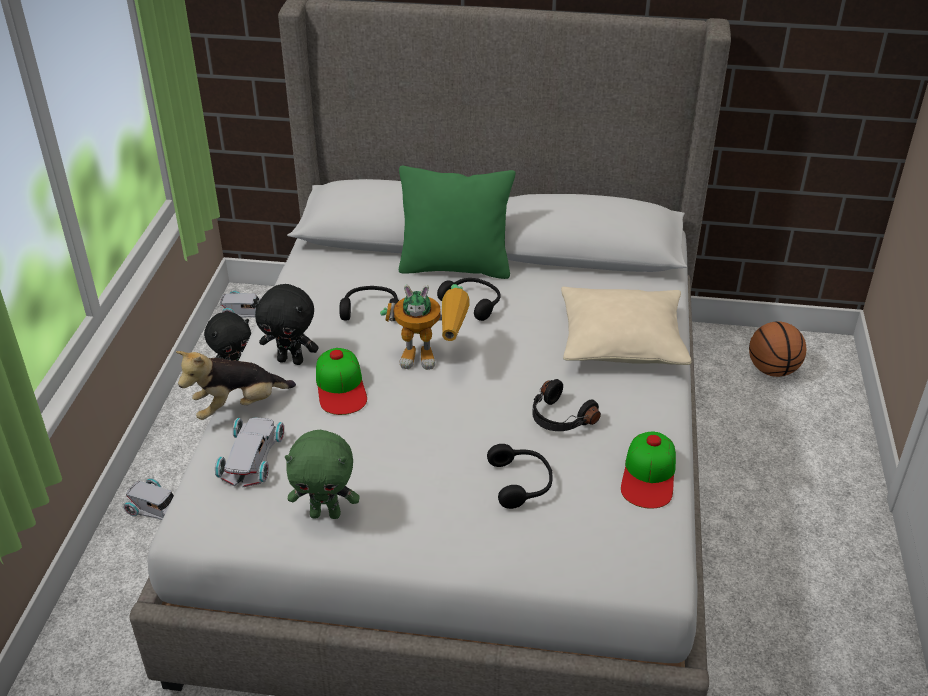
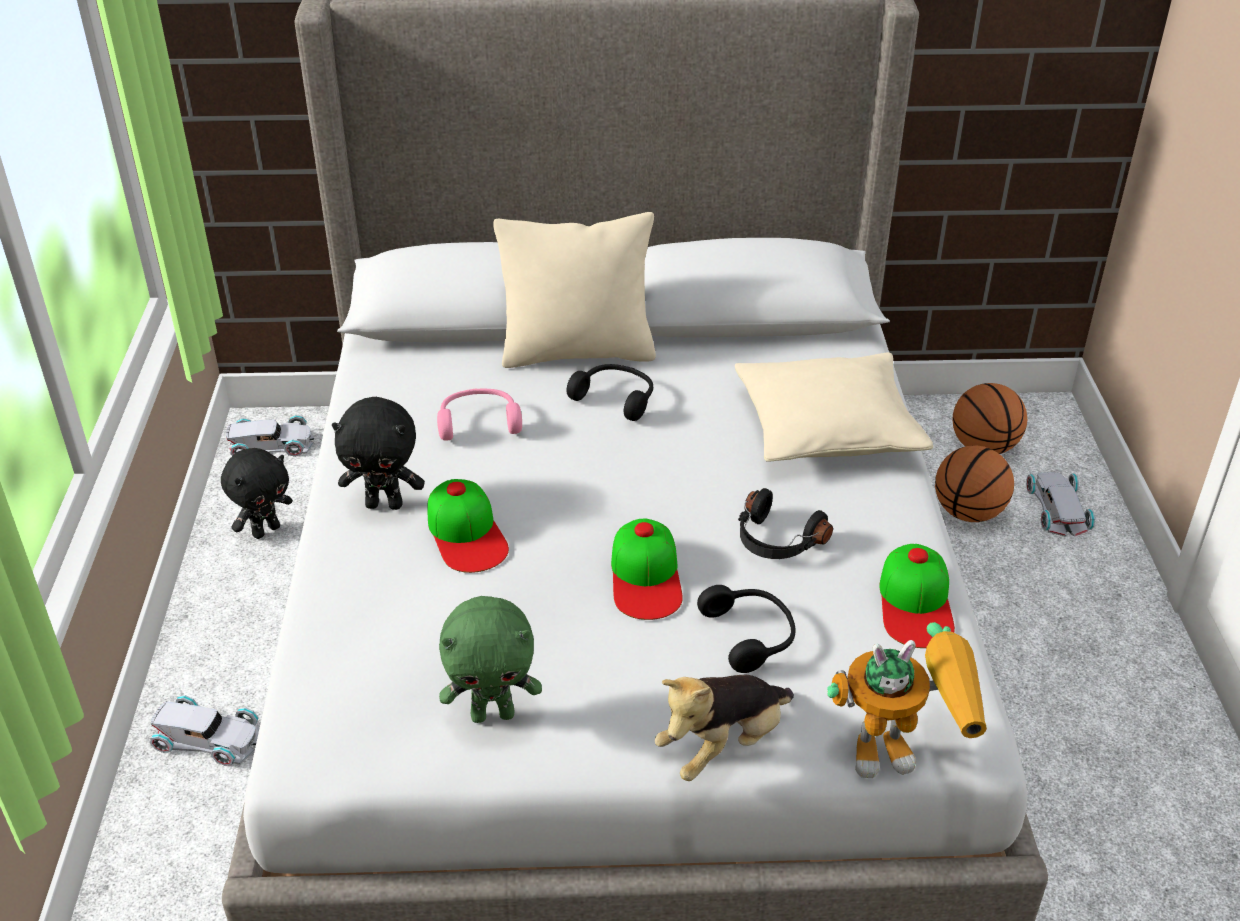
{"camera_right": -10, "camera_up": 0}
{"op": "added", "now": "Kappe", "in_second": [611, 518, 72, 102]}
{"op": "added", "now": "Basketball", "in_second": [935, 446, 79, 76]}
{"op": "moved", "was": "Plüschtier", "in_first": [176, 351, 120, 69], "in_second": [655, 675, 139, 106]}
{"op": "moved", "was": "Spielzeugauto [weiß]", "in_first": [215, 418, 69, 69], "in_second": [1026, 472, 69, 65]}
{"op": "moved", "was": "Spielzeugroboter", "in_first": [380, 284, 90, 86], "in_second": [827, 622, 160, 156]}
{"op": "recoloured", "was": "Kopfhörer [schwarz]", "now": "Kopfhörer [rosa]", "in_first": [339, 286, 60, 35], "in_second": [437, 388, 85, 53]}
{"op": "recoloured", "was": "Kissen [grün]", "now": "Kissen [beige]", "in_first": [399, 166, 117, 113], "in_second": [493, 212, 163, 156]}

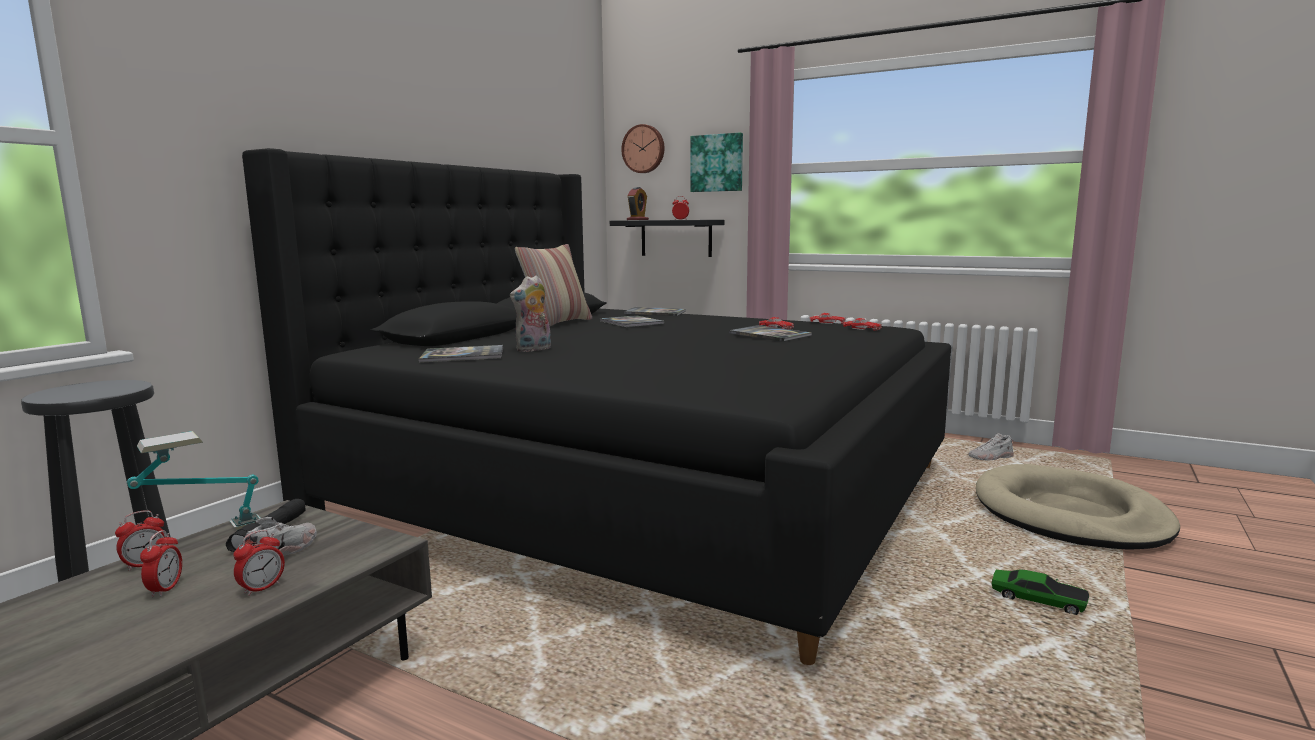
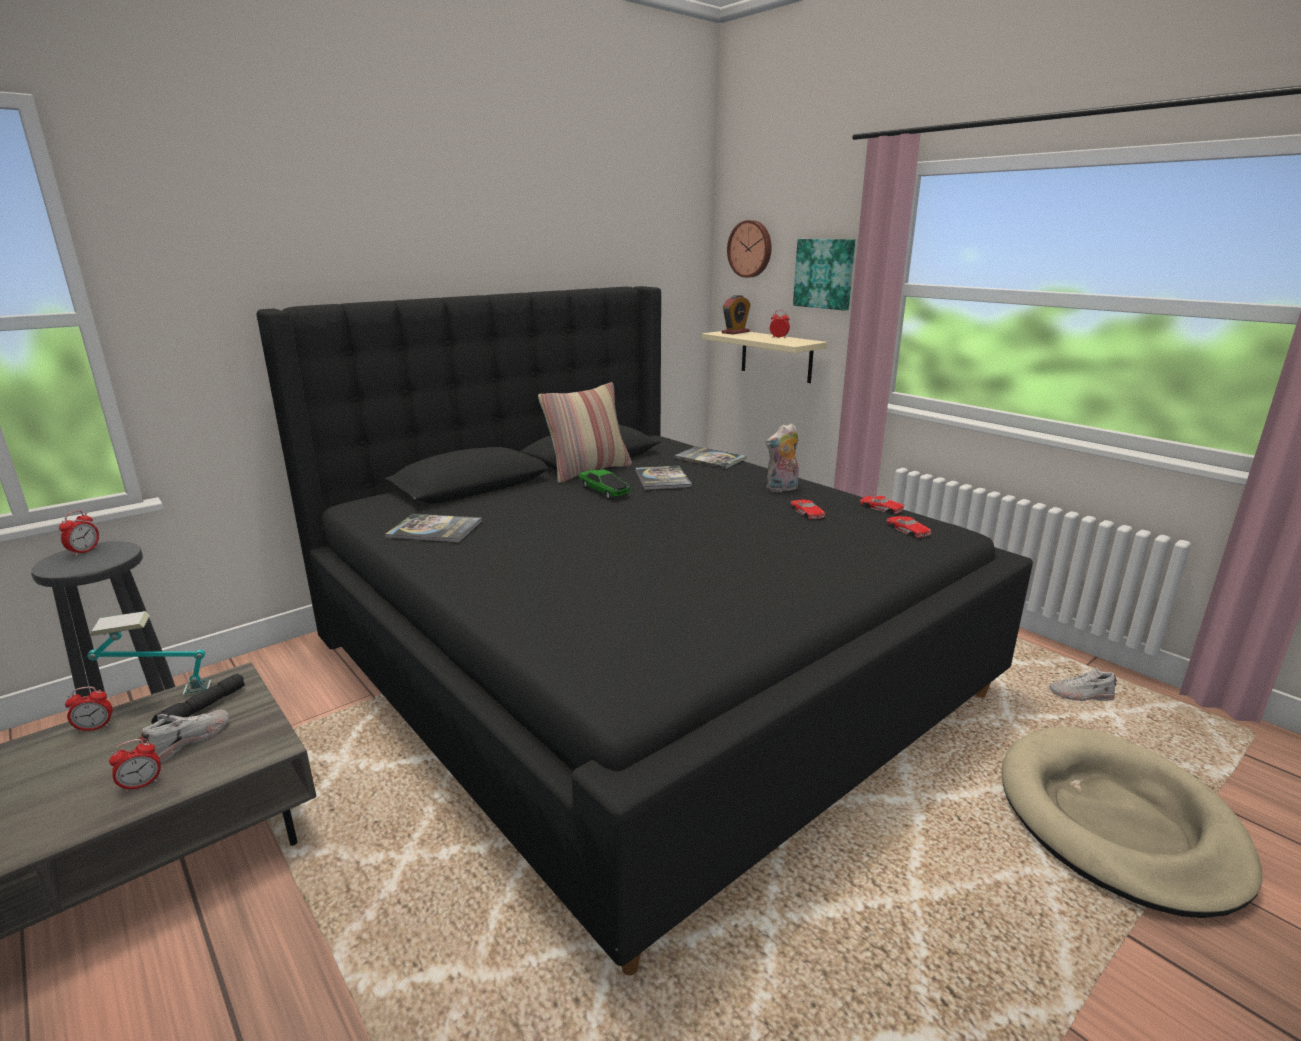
{"camera_right": 20, "camera_up": 10}
{"op": "removed", "was": "Buch", "in_first": [729, 325, 83, 17]}
{"op": "moved", "was": "Wecker", "in_first": [140, 530, 42, 67], "in_second": [59, 510, 40, 46]}
{"op": "moved", "was": "Plüschtier", "in_first": [510, 275, 41, 77], "in_second": [766, 423, 33, 69]}
{"op": "moved", "was": "Spielzeugauto", "in_first": [991, 569, 98, 46], "in_second": [579, 469, 51, 30]}
{"op": "recoloured", "was": "Wandregal [schwarz]", "now": "Wandregal [beige]", "in_first": [610, 220, 115, 37], "in_second": [702, 331, 125, 52]}

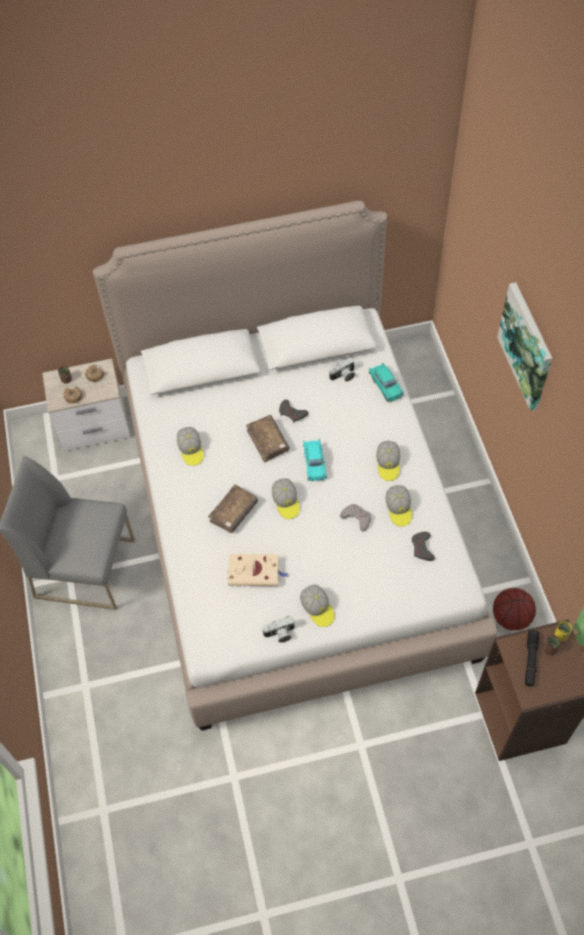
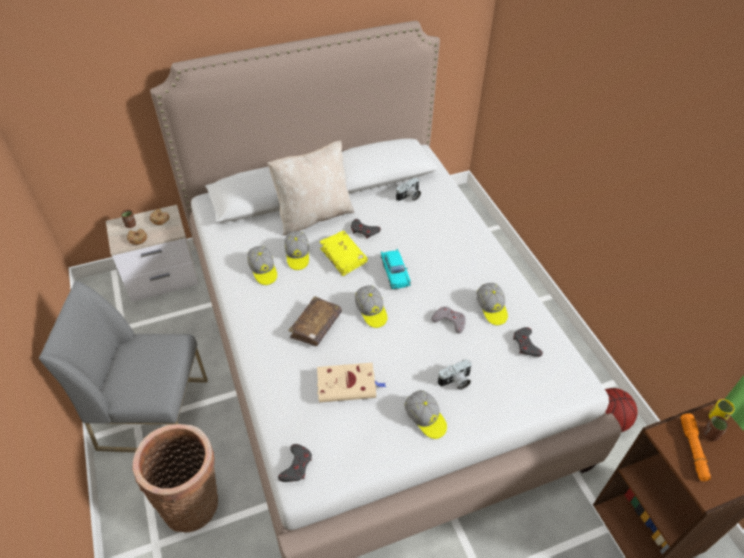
{"camera_right": -10, "camera_up": -10}
{"op": "removed", "was": "Spielzeugauto [türkis]", "in_first": [369, 362, 35, 40]}
{"op": "removed", "was": "Bild", "in_first": [497, 282, 55, 129]}
{"op": "added", "now": "Korb", "in_second": [132, 424, 86, 109]}
{"op": "added", "now": "Kissen [beige]", "in_second": [267, 141, 87, 94]}
{"op": "added", "now": "Gamepad [grau]", "in_second": [278, 444, 34, 38]}
{"op": "moved", "was": "Kamera", "in_first": [263, 616, 32, 27], "in_second": [438, 359, 34, 31]}
{"op": "moved", "was": "Kappe", "in_first": [376, 441, 24, 40], "in_second": [285, 231, 24, 39]}
{"op": "recoloured", "was": "Buch [braun]", "now": "Buch [gelb]", "in_first": [246, 415, 43, 48], "in_second": [320, 231, 48, 45]}
{"op": "recoloured", "was": "Taschenlampe [schwarz]", "now": "Taschenlampe [orange]", "in_first": [525, 630, 14, 57], "in_second": [681, 413, 30, 68]}

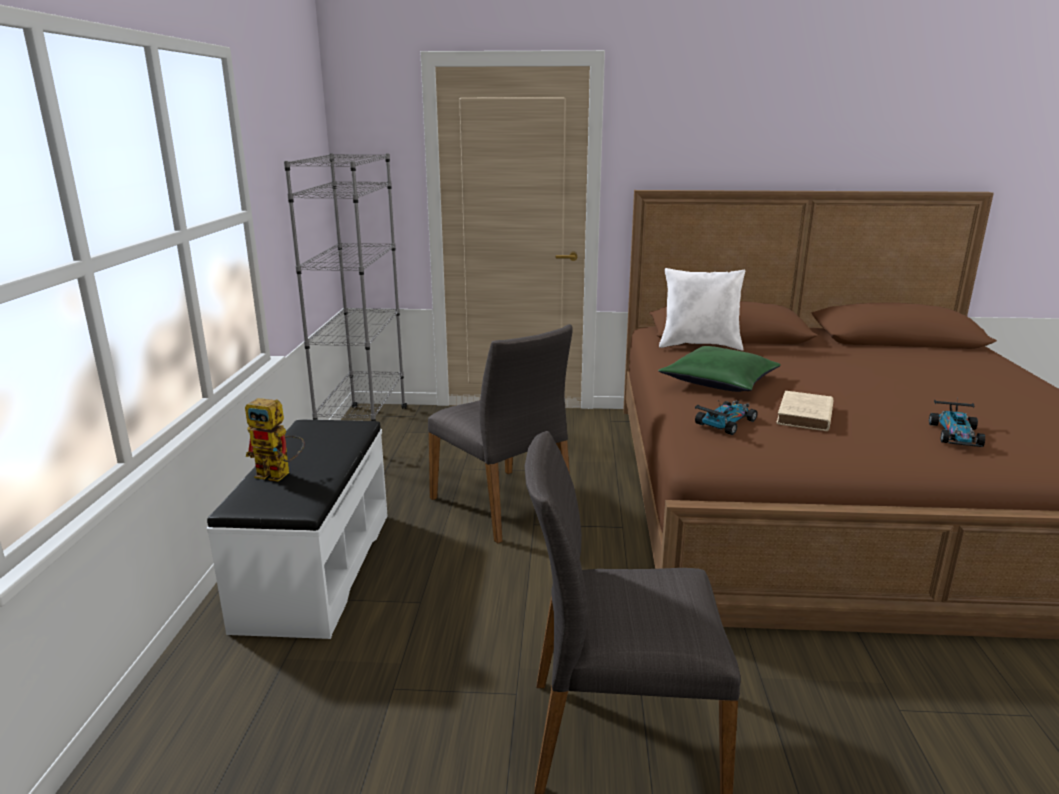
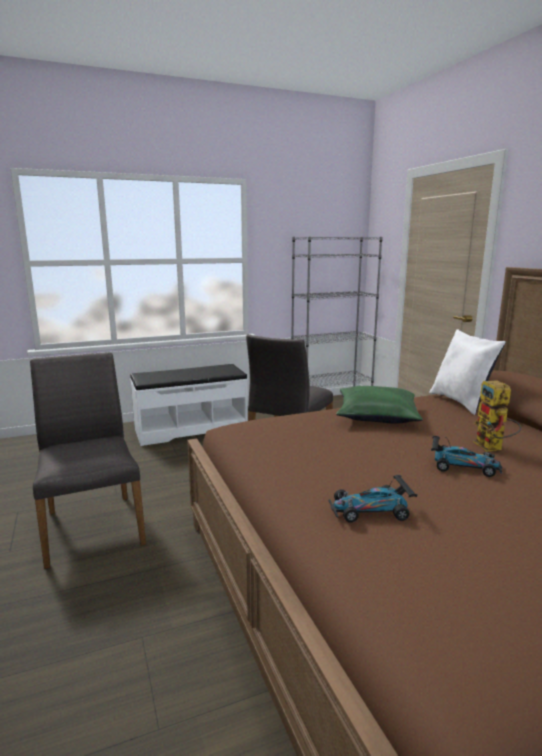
{"camera_right": 65, "camera_up": -5}
{"op": "removed", "was": "Buch [beige]", "in_first": [776, 391, 57, 40]}
{"op": "moved", "was": "Spielzeugroboter", "in_first": [245, 398, 60, 84], "in_second": [473, 380, 49, 72]}
{"op": "moved", "was": "Spielzeugauto", "in_first": [695, 400, 62, 35], "in_second": [431, 436, 71, 41]}

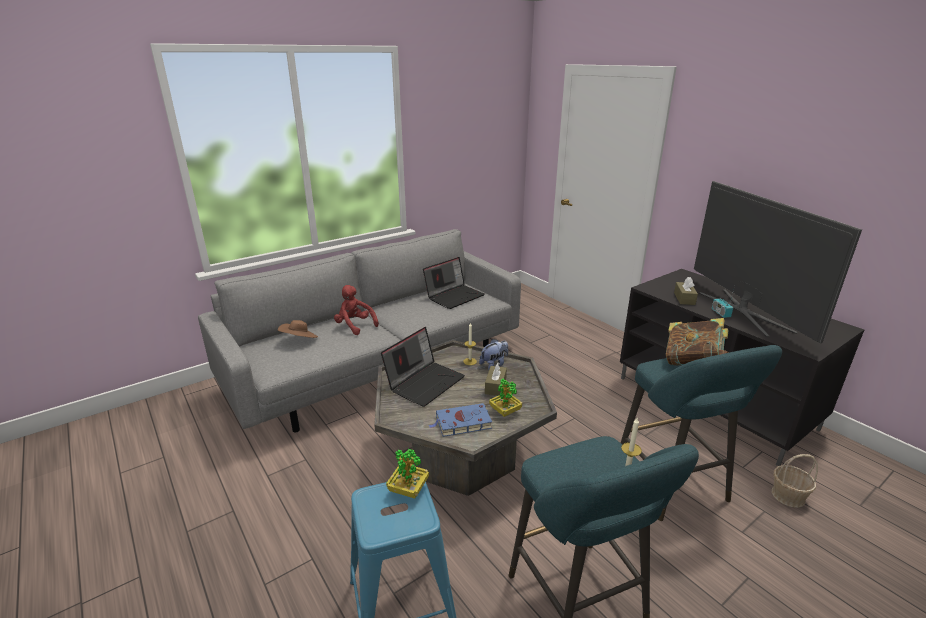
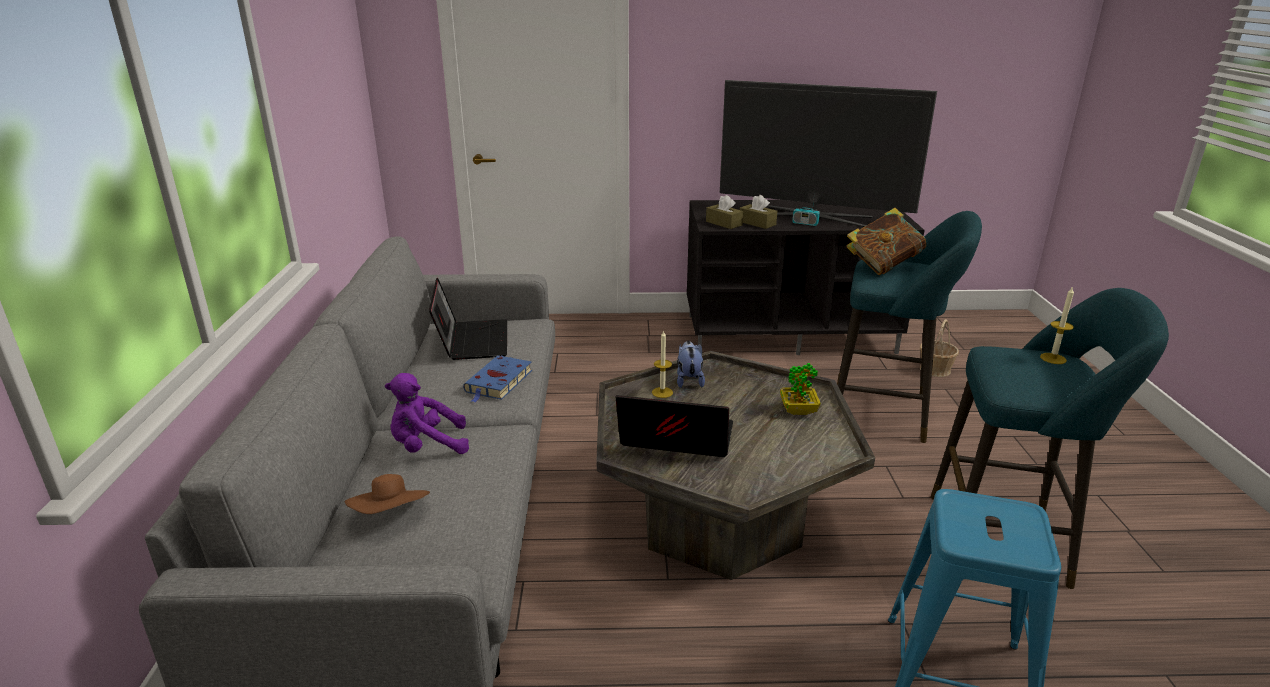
{"camera_right": -55, "camera_up": 0}
{"op": "removed", "was": "Topfpflanze", "in_first": [386, 449, 43, 50]}
{"op": "moved", "was": "Buch [blau]", "in_first": [429, 403, 63, 34], "in_second": [463, 355, 69, 48]}
{"op": "moved", "was": "Taschentuchbox [braun]", "in_first": [485, 363, 22, 33], "in_second": [706, 195, 37, 34]}
{"op": "recoloured", "was": "Plüschtier [rot]", "now": "Plüschtier [lila]", "in_first": [334, 285, 45, 50], "in_second": [385, 373, 84, 81]}
{"op": "turned", "was": "Laptop", "in_first": [381, 327, 84, 80], "in_second": [615, 395, 118, 62], "clockwise": -60}

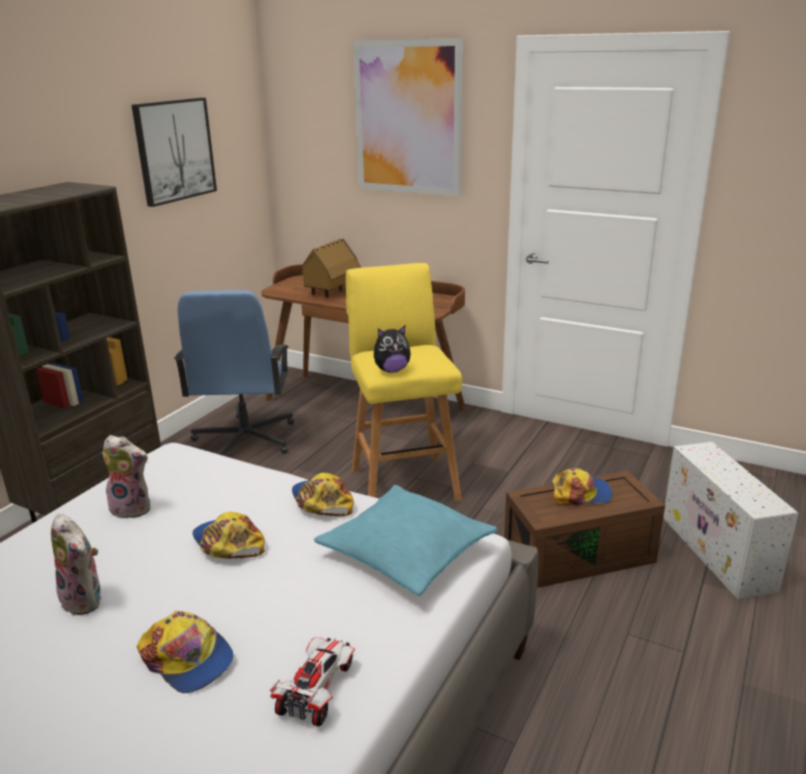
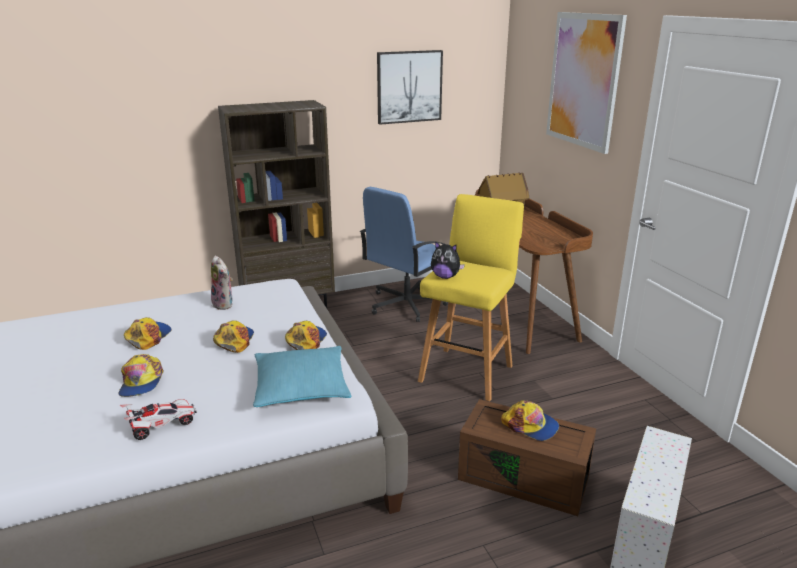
{"camera_right": 40, "camera_up": 0}
{"op": "replaced", "was": "Plüschtier", "now": "Kappe", "in_first": [51, 513, 50, 103], "in_second": [124, 317, 48, 33]}

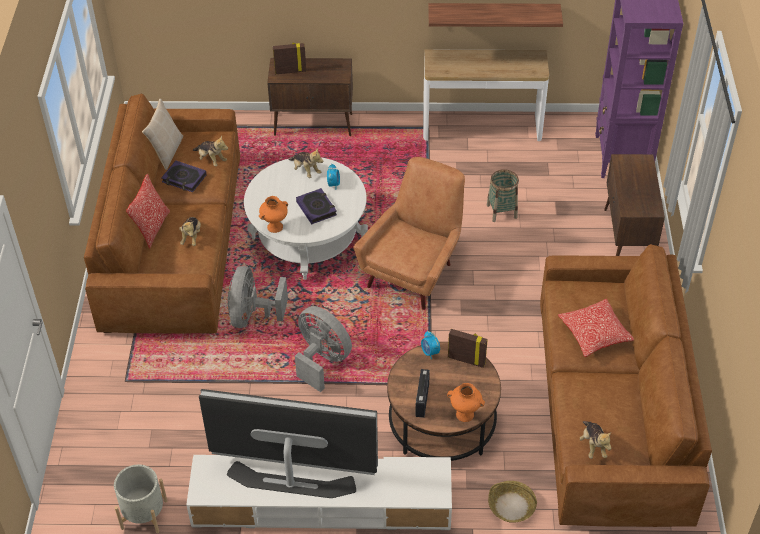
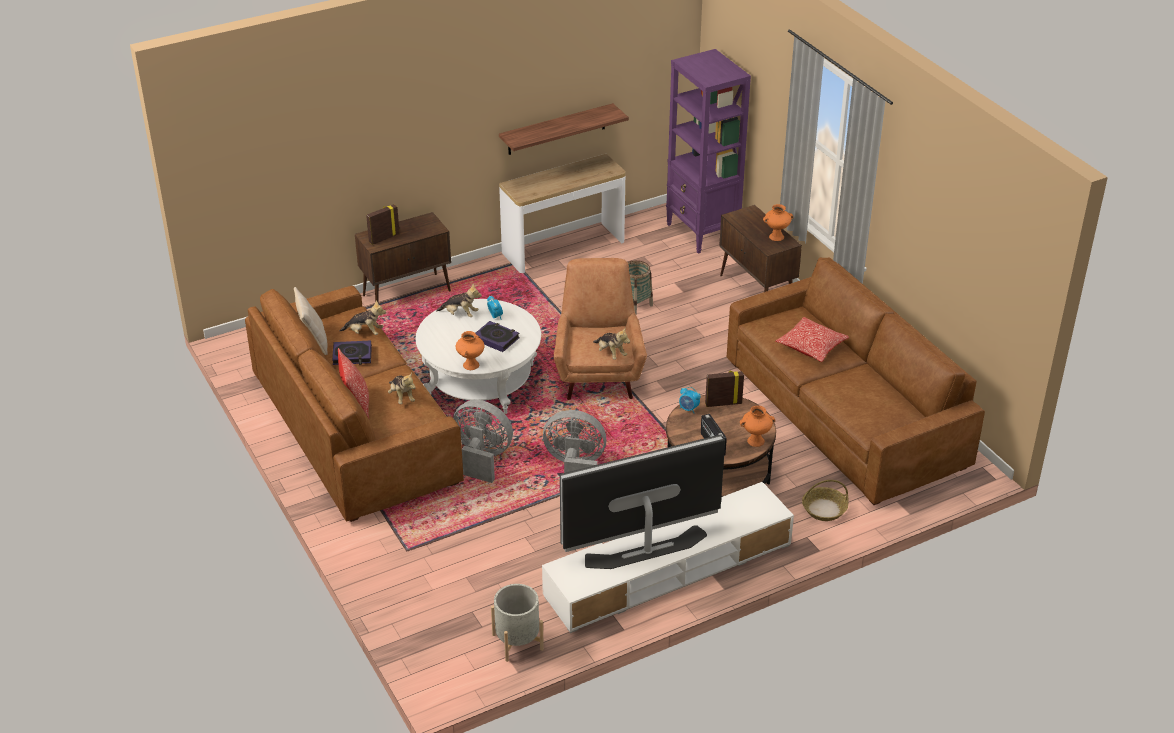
{"camera_right": -30, "camera_up": -10}
{"op": "added", "now": "Vase [orange]", "in_second": [763, 204, 30, 37]}
{"op": "moved", "was": "Plüschtier", "in_first": [580, 421, 31, 38], "in_second": [593, 327, 37, 33]}
{"op": "turned", "was": "Ventilator [grau]", "in_first": [227, 266, 61, 62], "in_second": [453, 400, 60, 83], "clockwise": 135}

